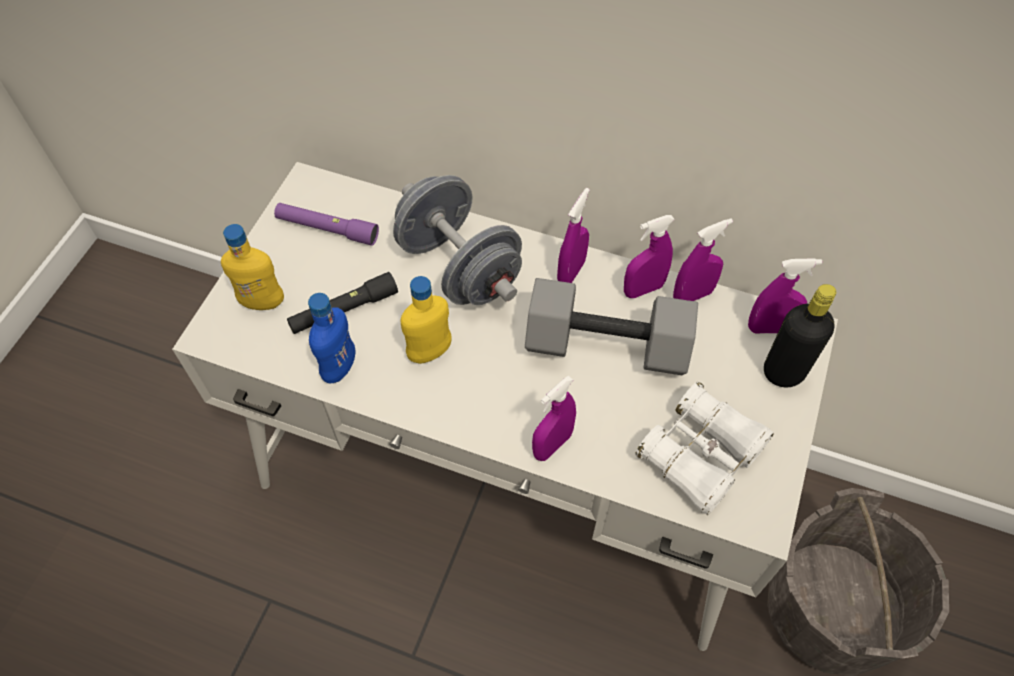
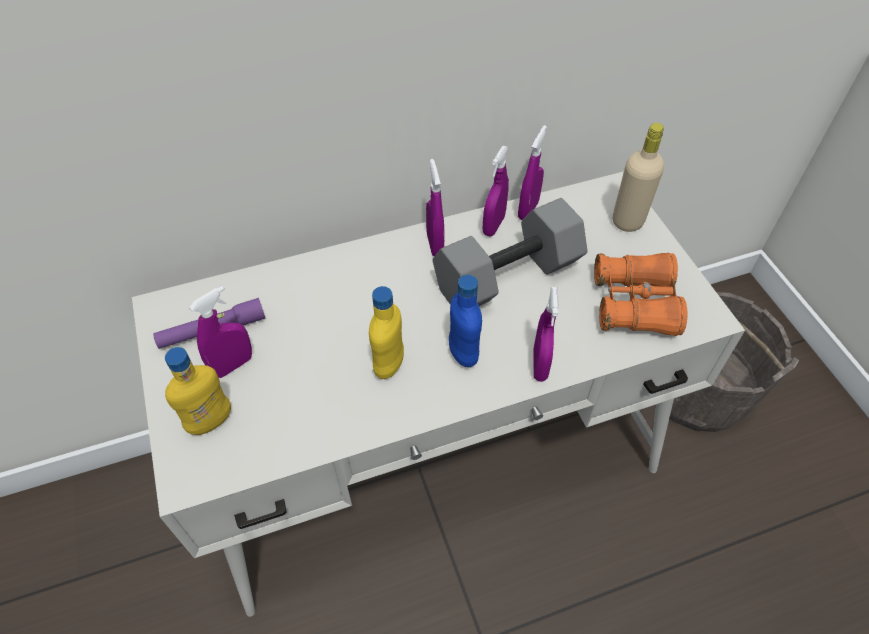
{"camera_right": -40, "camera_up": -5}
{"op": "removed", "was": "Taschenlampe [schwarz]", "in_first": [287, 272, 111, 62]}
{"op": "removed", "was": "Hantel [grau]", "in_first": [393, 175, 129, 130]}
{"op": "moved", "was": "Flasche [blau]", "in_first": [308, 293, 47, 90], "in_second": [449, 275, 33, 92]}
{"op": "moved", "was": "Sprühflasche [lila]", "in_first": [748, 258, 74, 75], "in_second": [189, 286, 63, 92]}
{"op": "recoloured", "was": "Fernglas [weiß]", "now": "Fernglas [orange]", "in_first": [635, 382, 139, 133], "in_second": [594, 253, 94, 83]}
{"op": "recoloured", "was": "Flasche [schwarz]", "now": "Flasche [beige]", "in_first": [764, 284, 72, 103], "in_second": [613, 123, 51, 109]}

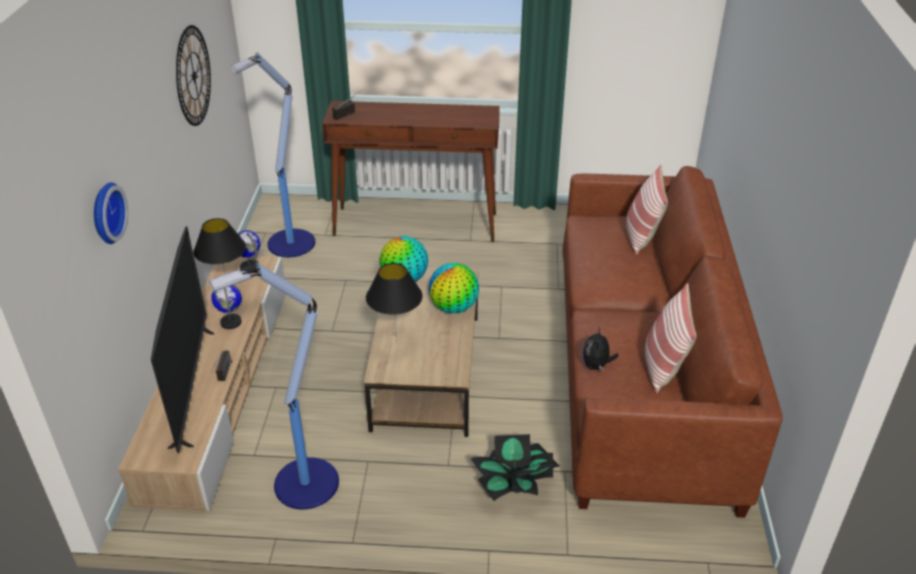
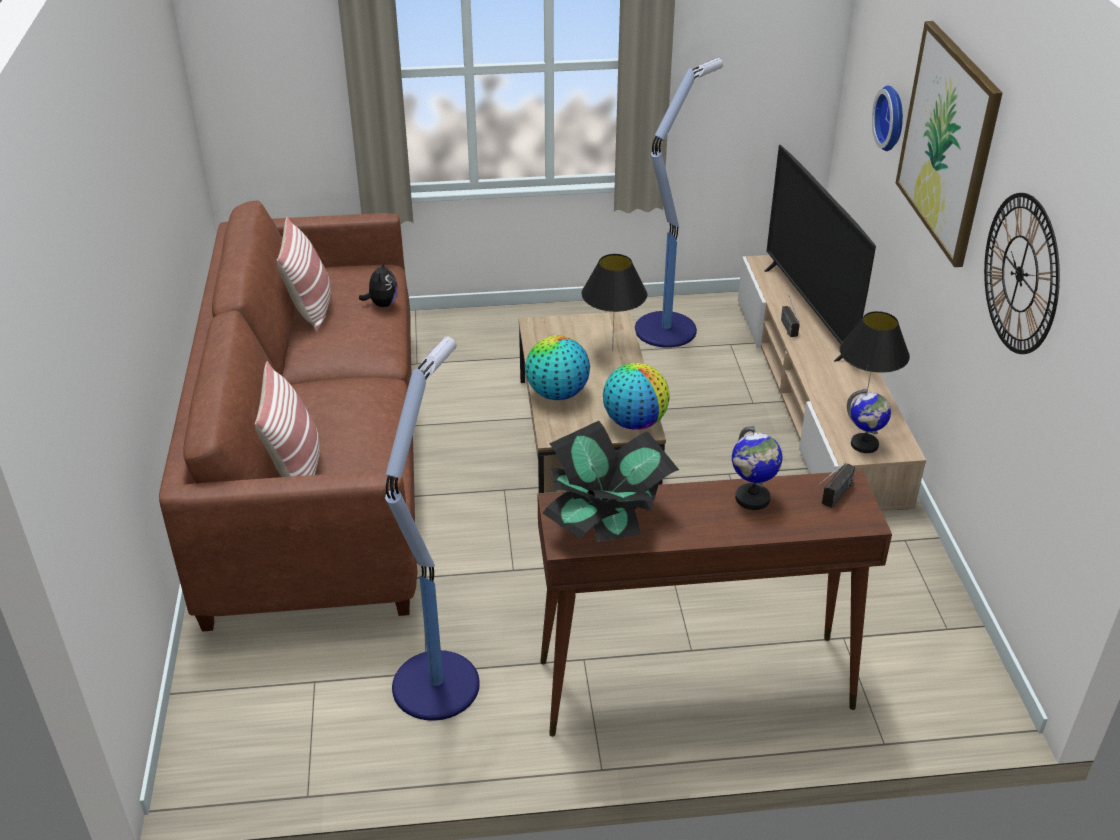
{"camera_right": 170, "camera_up": 0}
{"op": "added", "now": "Bild", "in_second": [896, 21, 106, 246]}
{"op": "moved", "was": "Globus", "in_first": [211, 285, 31, 44], "in_second": [732, 426, 50, 84]}
{"op": "moved", "was": "Stehlampe", "in_first": [230, 53, 85, 204], "in_second": [385, 337, 95, 384]}
{"op": "moved", "was": "Topfpflanze", "in_first": [471, 434, 89, 67], "in_second": [542, 421, 137, 121]}

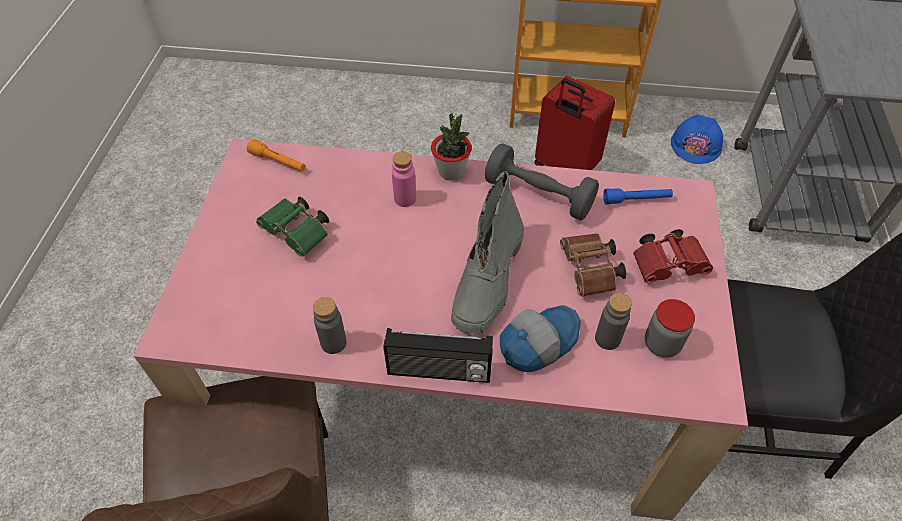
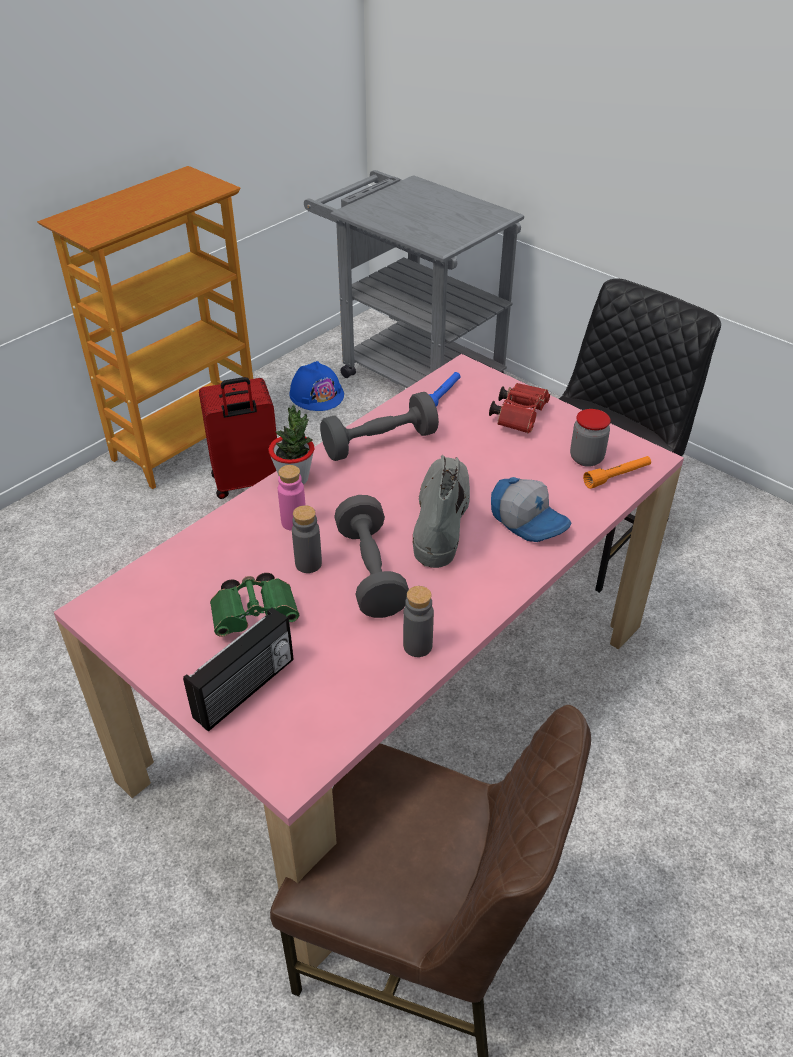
{"camera_right": -55, "camera_up": -10}
{"op": "removed", "was": "Fernglas [braun]", "in_first": [560, 233, 66, 64]}
{"op": "added", "now": "Hantel [grau]", "in_second": [335, 495, 74, 123]}
{"op": "moved", "was": "Taschenlampe [orange]", "in_first": [247, 139, 58, 33], "in_second": [583, 456, 68, 33]}
{"op": "moved", "was": "Radio", "in_first": [383, 328, 110, 55], "in_second": [183, 608, 110, 124]}
{"op": "moved", "was": "Flasche [grau]", "in_first": [595, 293, 37, 57], "in_second": [292, 505, 30, 68]}
{"op": "turned", "was": "Stiefel [grau]", "in_first": [451, 171, 73, 163], "in_second": [413, 455, 57, 113], "clockwise": -135}
{"op": "turned", "was": "Kappe", "in_first": [500, 305, 81, 67], "in_second": [491, 477, 80, 65], "clockwise": 135}

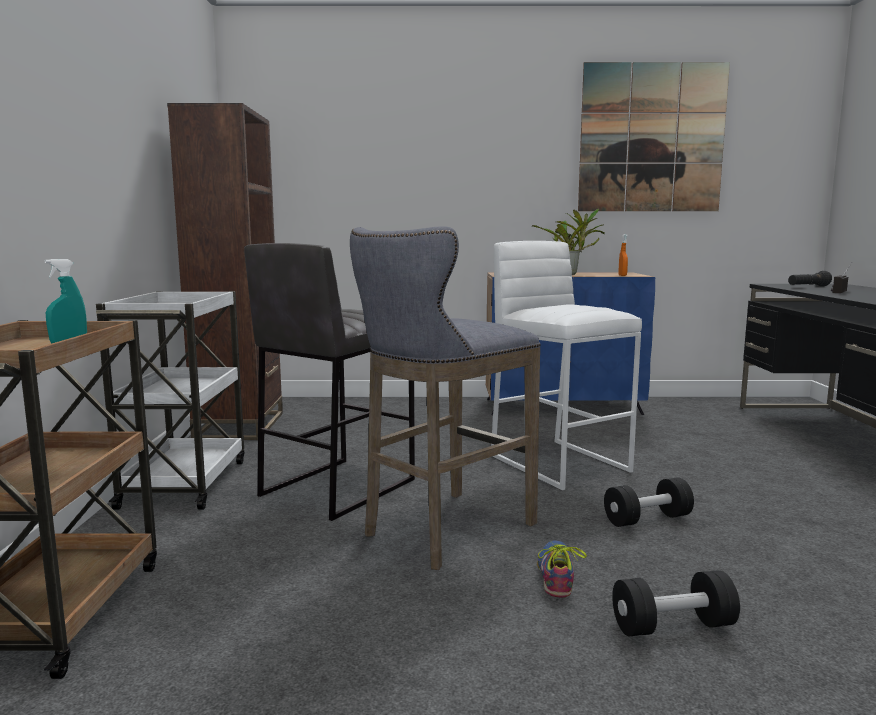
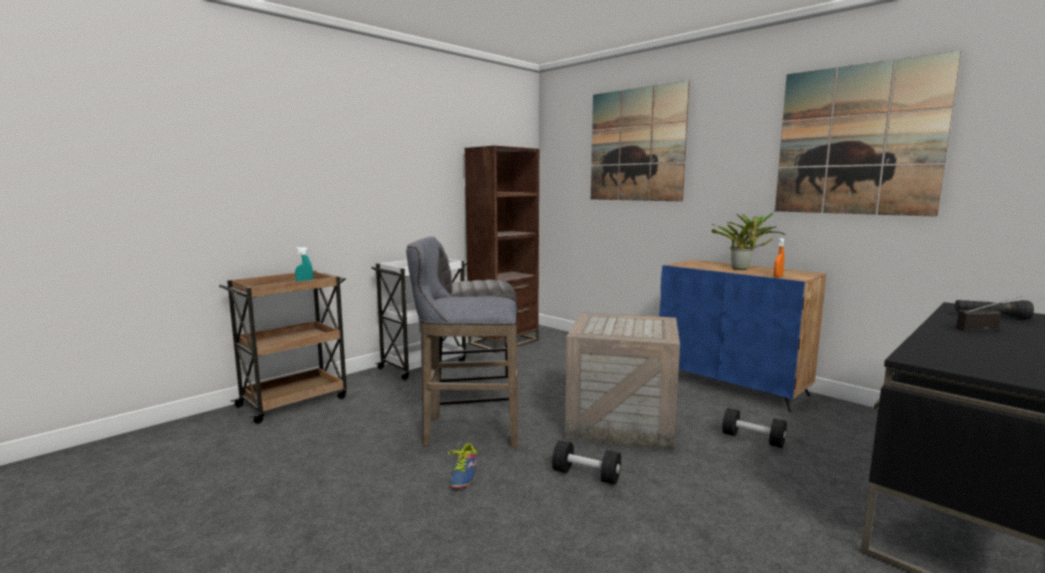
{"camera_right": 45, "camera_up": 0}
{"op": "added", "now": "Bild", "in_second": [591, 80, 99, 121]}
{"op": "moved", "was": "Hantel [schwarz]", "in_first": [612, 570, 128, 66], "in_second": [722, 408, 65, 40]}
{"op": "replaced", "was": "Hocker [weiß]", "now": "Kiste", "in_first": [491, 241, 151, 249], "in_second": [565, 312, 115, 139]}
{"op": "turned", "was": "Schuh", "in_first": [537, 540, 50, 58], "in_second": [448, 441, 31, 48], "clockwise": 135}

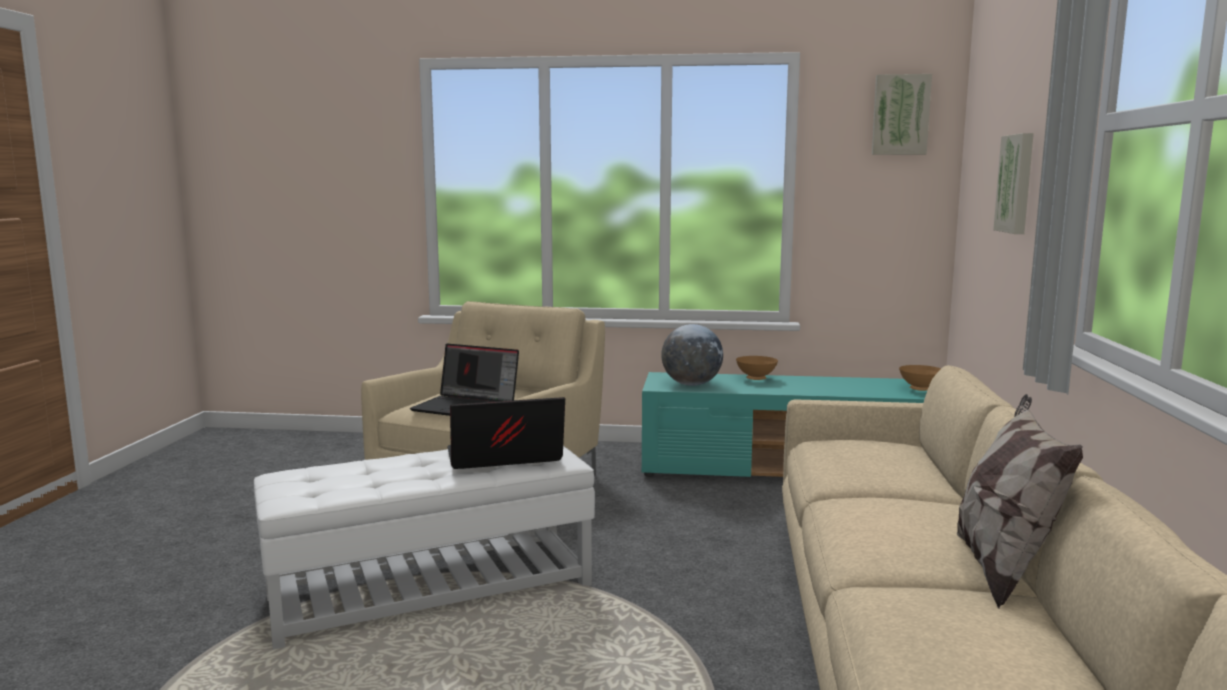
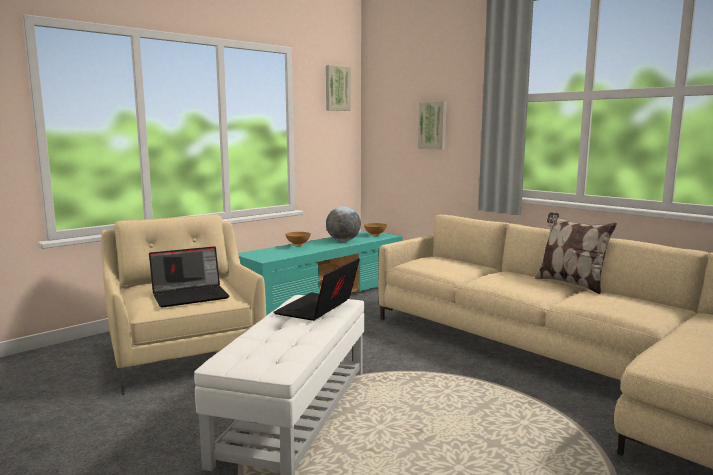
{"camera_right": -50, "camera_up": 0}
{"op": "moved", "was": "Globus", "in_first": [661, 324, 62, 62], "in_second": [326, 206, 35, 35]}

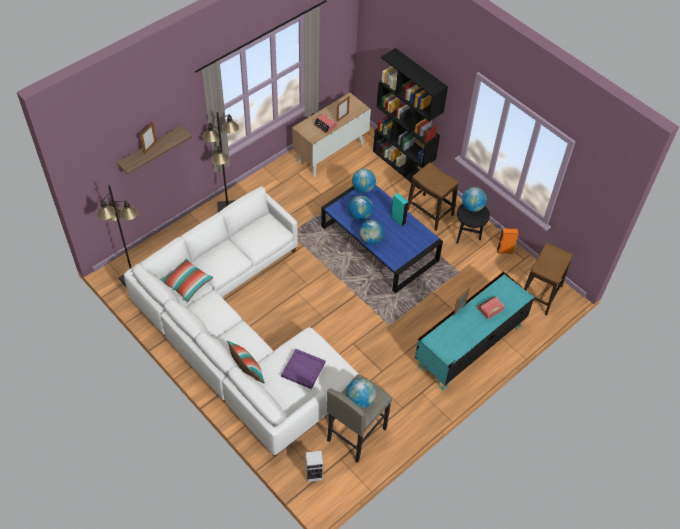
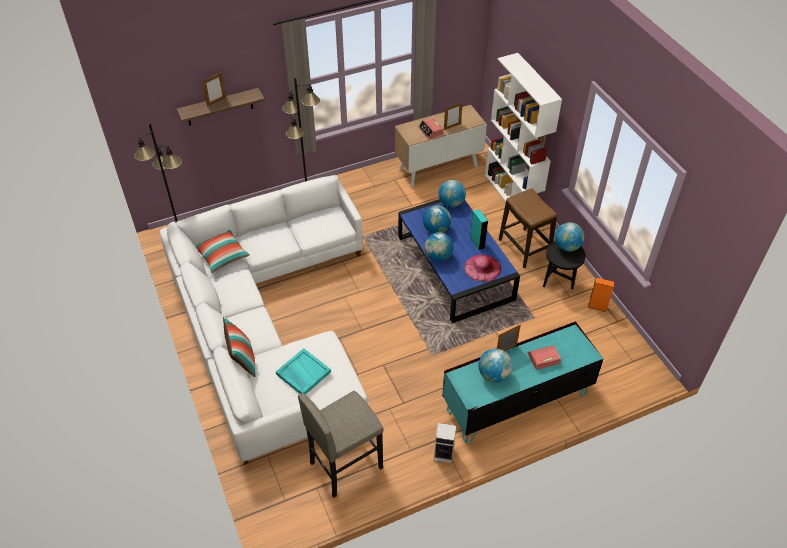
{"camera_right": 20, "camera_up": -5}
{"op": "removed", "was": "Hocker", "in_first": [524, 243, 49, 72]}
{"op": "added", "now": "Hut [rosa]", "in_second": [465, 255, 36, 27]}
{"op": "moved", "was": "Lautsprecher", "in_first": [305, 451, 18, 31], "in_second": [434, 423, 22, 40]}
{"op": "moved", "was": "Globus", "in_first": [346, 378, 30, 30], "in_second": [479, 349, 34, 34]}
{"op": "recoloured", "was": "Tablett [lila]", "now": "Tablett [türkis]", "in_first": [281, 349, 44, 40], "in_second": [276, 348, 55, 47]}
{"op": "recoloured", "was": "Bücherregal [schwarz]", "now": "Bücherregal [weiß]", "in_first": [373, 48, 75, 142], "in_second": [485, 53, 77, 149]}

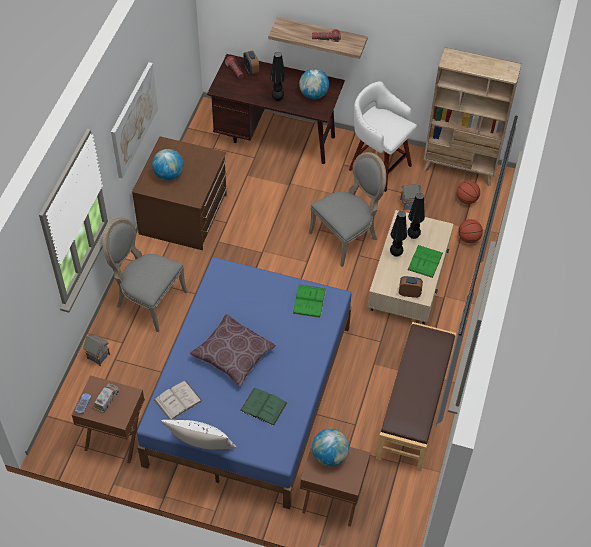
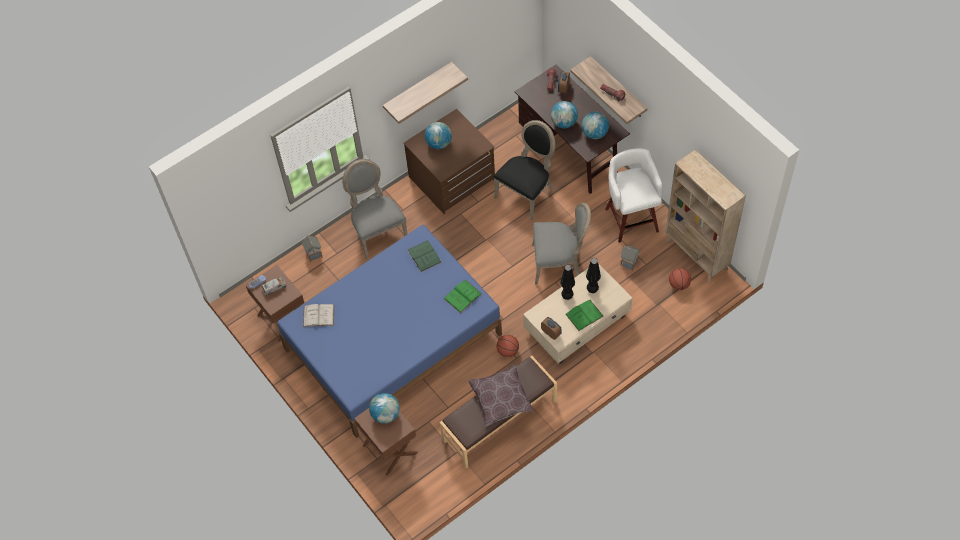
{"camera_right": 40, "camera_up": 5}
{"op": "removed", "was": "Kissen [weiß]", "in_first": [161, 420, 76, 29]}
{"op": "added", "now": "Stuhl [schwarz]", "in_second": [494, 120, 61, 101]}
{"op": "moved", "was": "Kissen [braun]", "in_first": [190, 314, 86, 72], "in_second": [468, 365, 65, 61]}
{"op": "moved", "was": "Buch [grün]", "in_first": [240, 388, 47, 38], "in_second": [408, 240, 34, 32]}
{"op": "moved", "was": "Basketball", "in_first": [458, 219, 25, 24], "in_second": [497, 335, 22, 22]}
{"op": "replaced", "was": "Bild", "now": "Wandregal", "in_first": [111, 62, 47, 117], "in_second": [383, 62, 85, 62]}
{"op": "replaced", "was": "Tischlampe [schwarz]", "now": "Globus", "in_first": [270, 52, 16, 49], "in_second": [551, 101, 27, 27]}

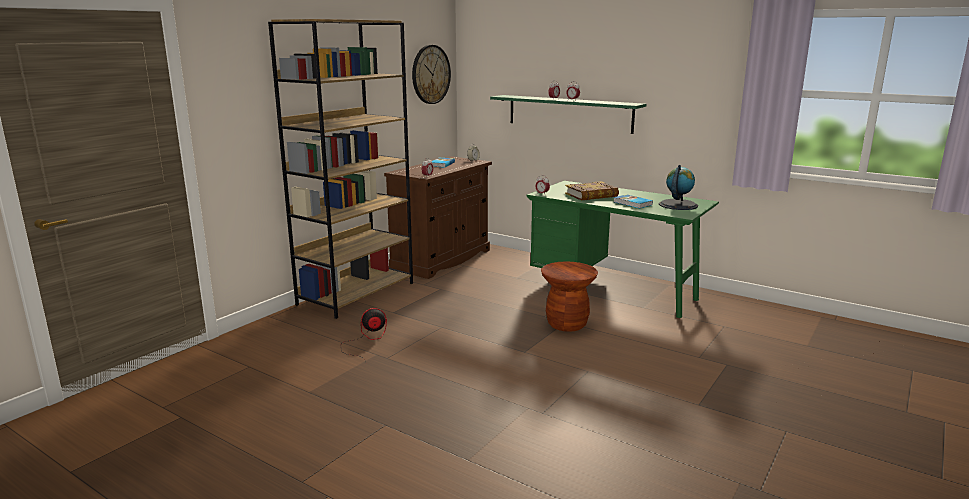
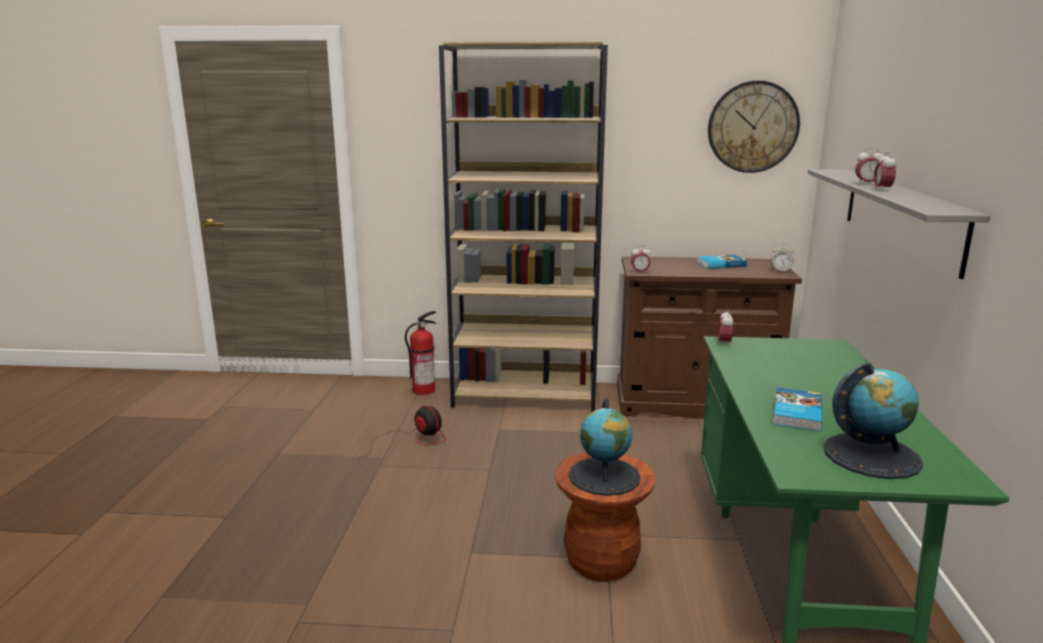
{"camera_right": 60, "camera_up": 0}
{"op": "removed", "was": "Buch", "in_first": [565, 181, 54, 19]}
{"op": "added", "now": "Feuerlöscher", "in_second": [405, 311, 32, 84]}
{"op": "added", "now": "Globus", "in_second": [569, 398, 72, 98]}
{"op": "recoloured", "was": "Wandregal [grün]", "now": "Wandregal [grau]", "in_first": [490, 95, 156, 39], "in_second": [808, 169, 183, 110]}

